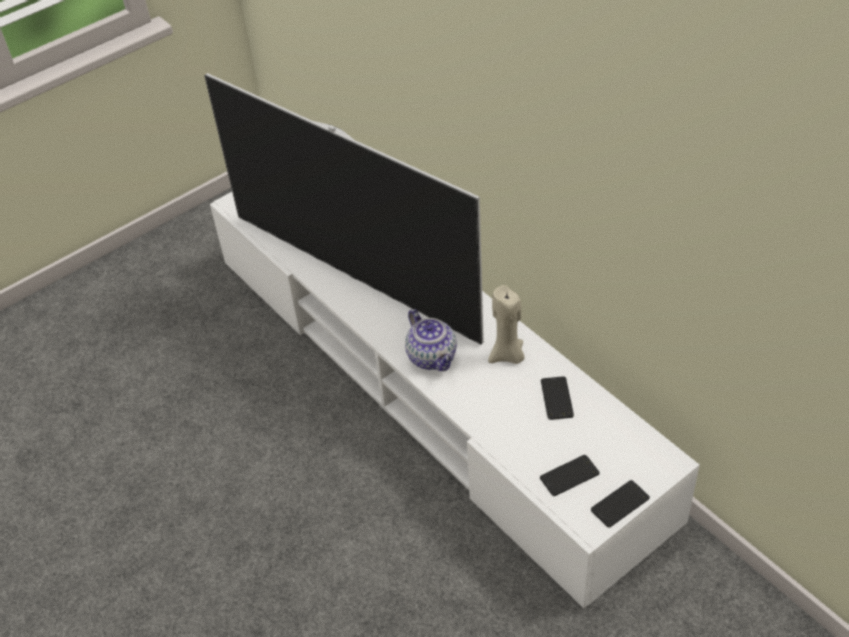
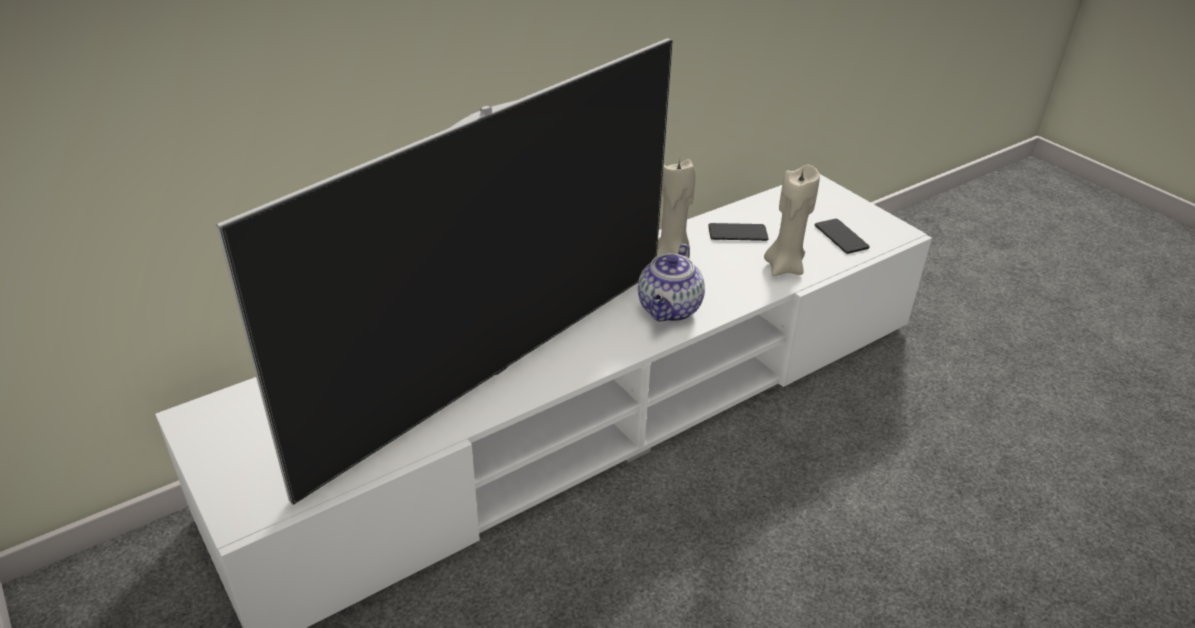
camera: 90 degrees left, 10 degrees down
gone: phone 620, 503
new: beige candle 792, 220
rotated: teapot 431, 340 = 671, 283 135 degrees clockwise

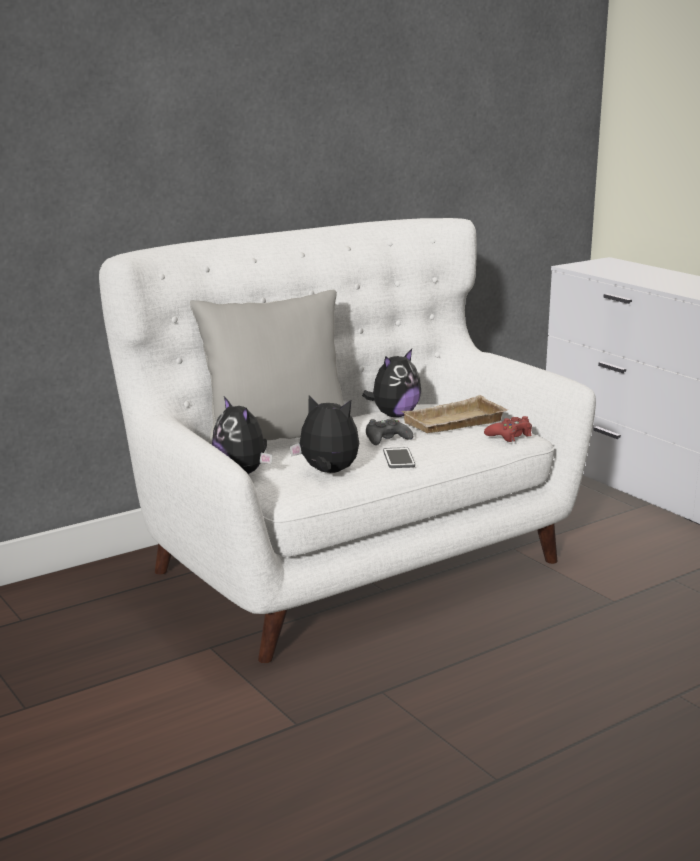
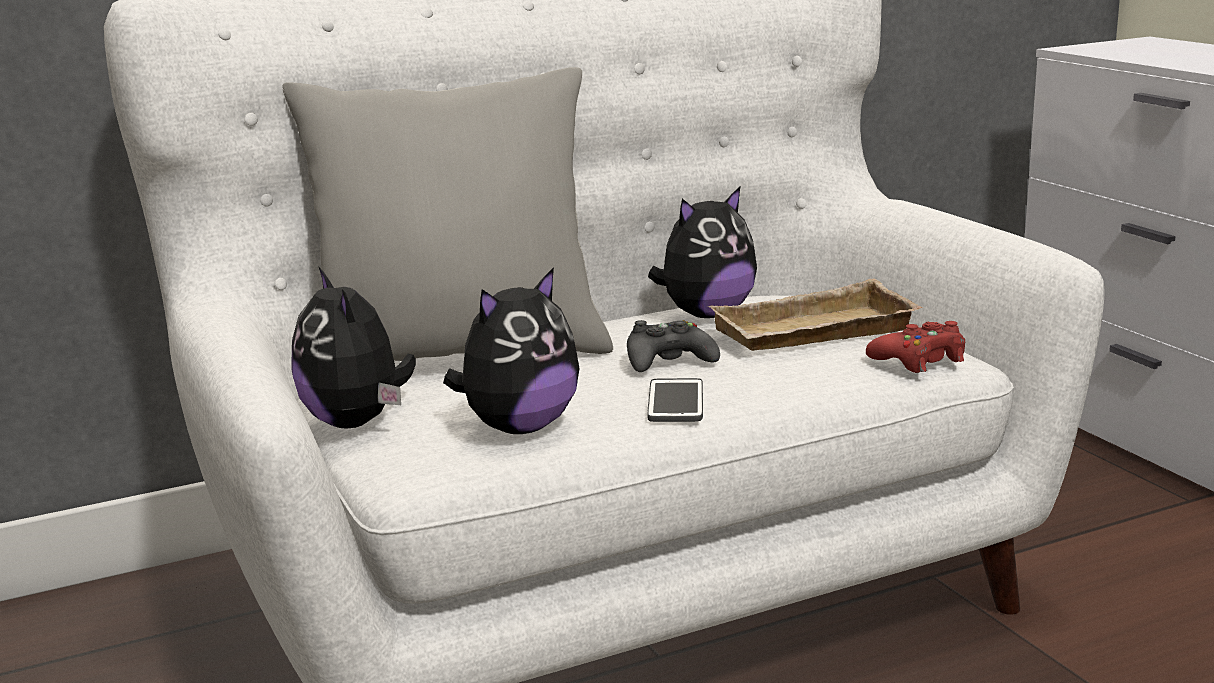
camera: 10 degrees right, 0 degrees up
rotated: plush toy 324, 434 = 511, 350 105 degrees clockwise

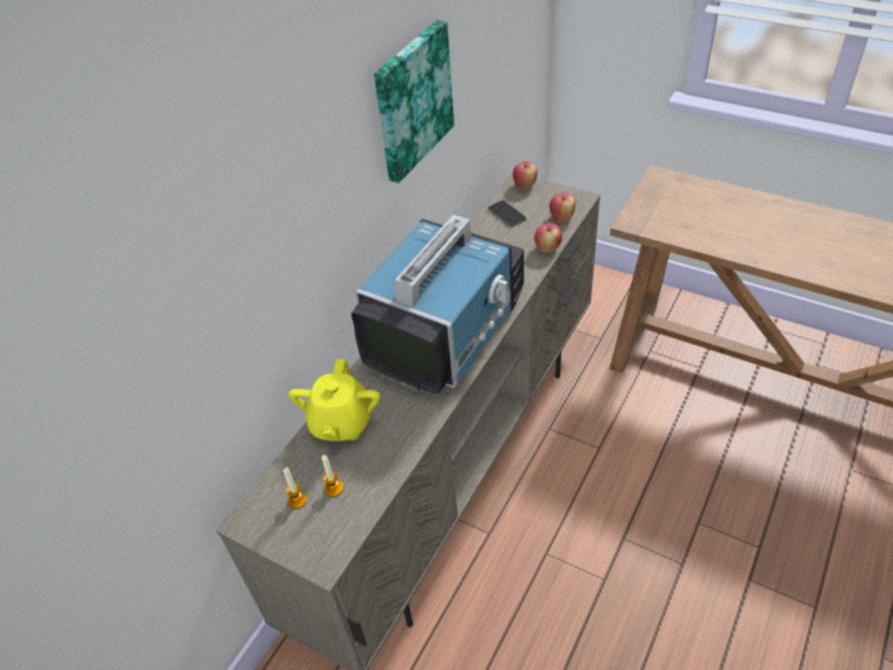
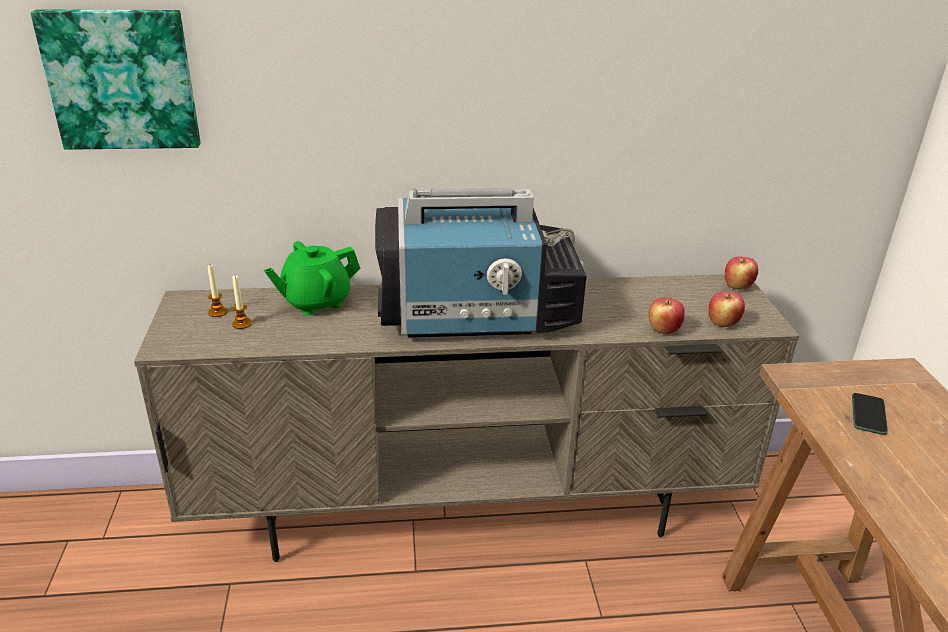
camera: 50 degrees right, 15 degrees down
shifted: picture 414, 101 to 115, 79; phone 507, 213 to 870, 414
repainted: yellow teapot 334, 400 to green teapot 312, 278

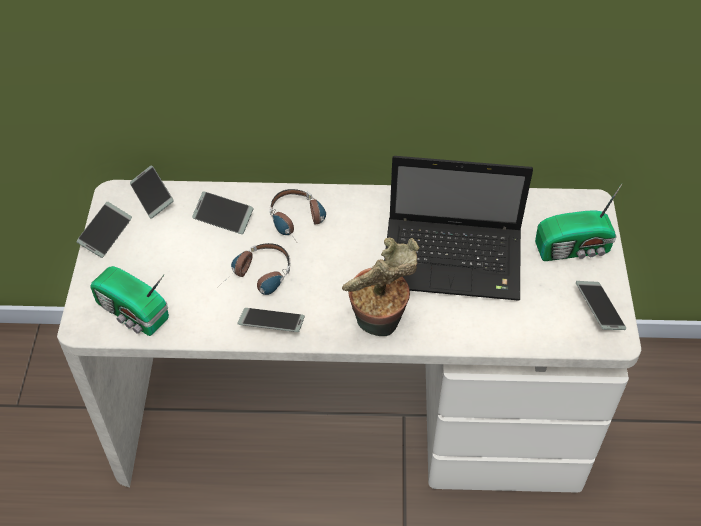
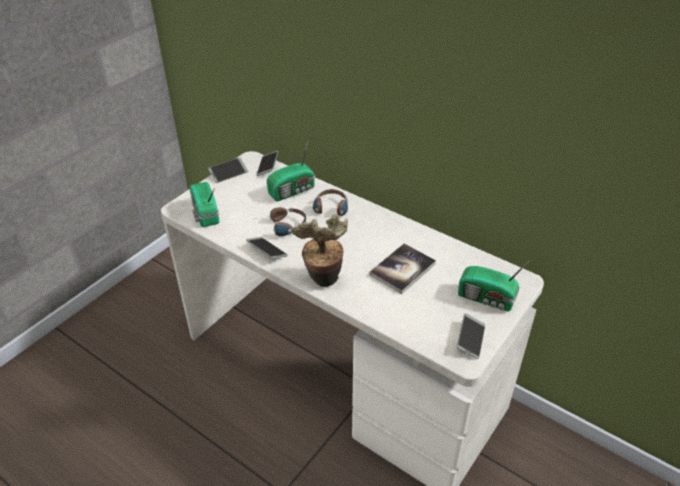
camera: 35 degrees right, 10 degrees down
swapped: phone 223, 213 to radio 291, 171; laptop 458, 228 to book 402, 268

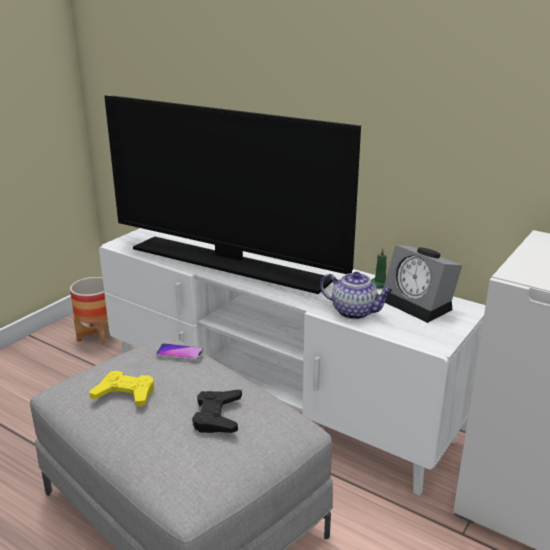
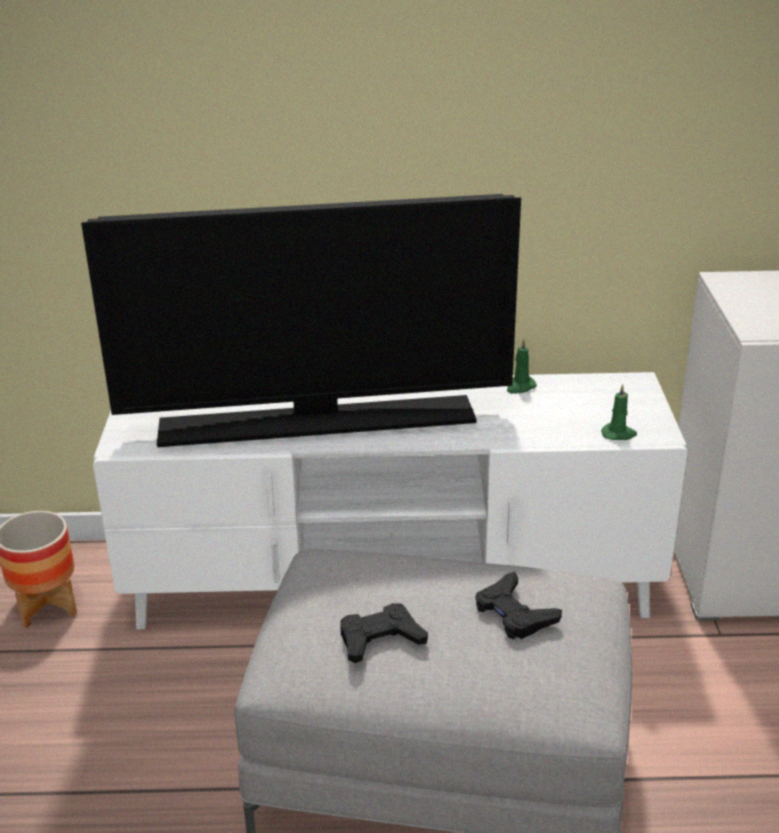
camera: 35 degrees left, 5 degrees up
gone: phone 180, 352; teapot 356, 295; alarm clock 422, 284
new: green candle 619, 412
repainted: yellow game controller 121, 389 to black game controller 384, 633

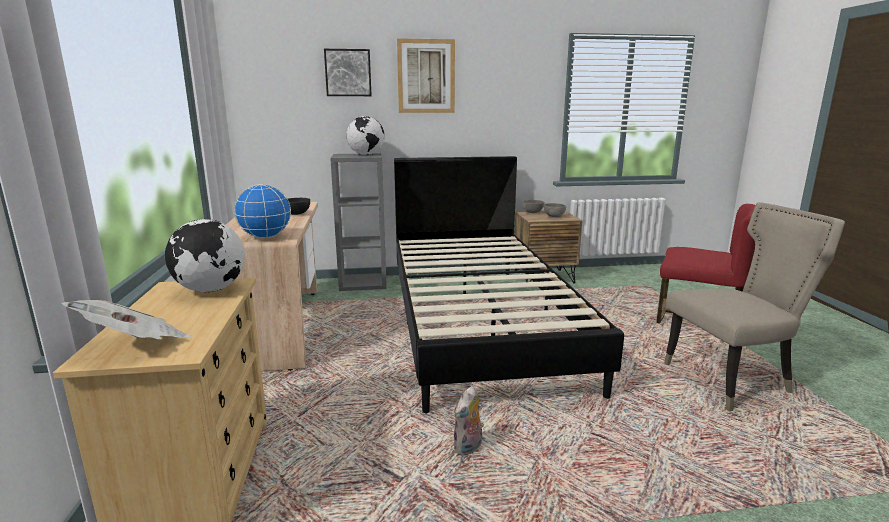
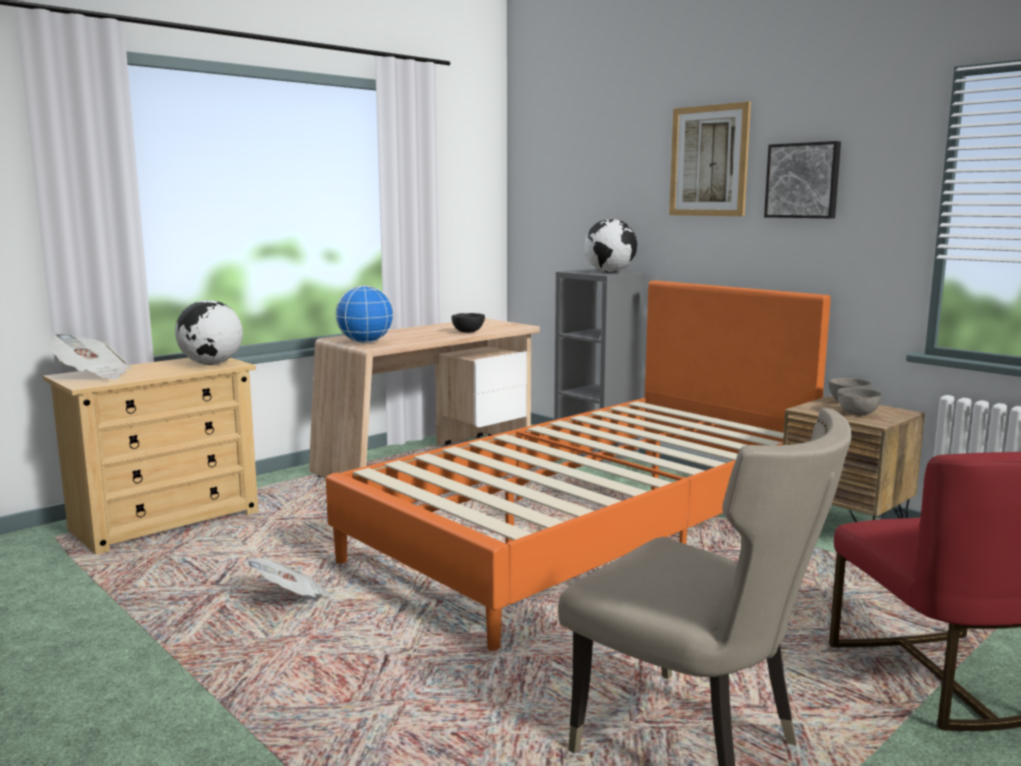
camera: 55 degrees right, 5 degrees down
shifted: picture 348, 72 to 802, 179
swapped: plush toy 469, 421 to newspaper 289, 577
repainted: black bed 509, 284 to orange bed 578, 465

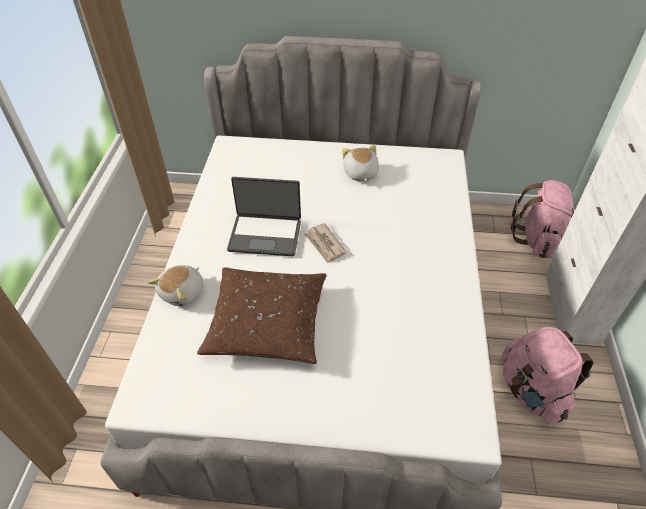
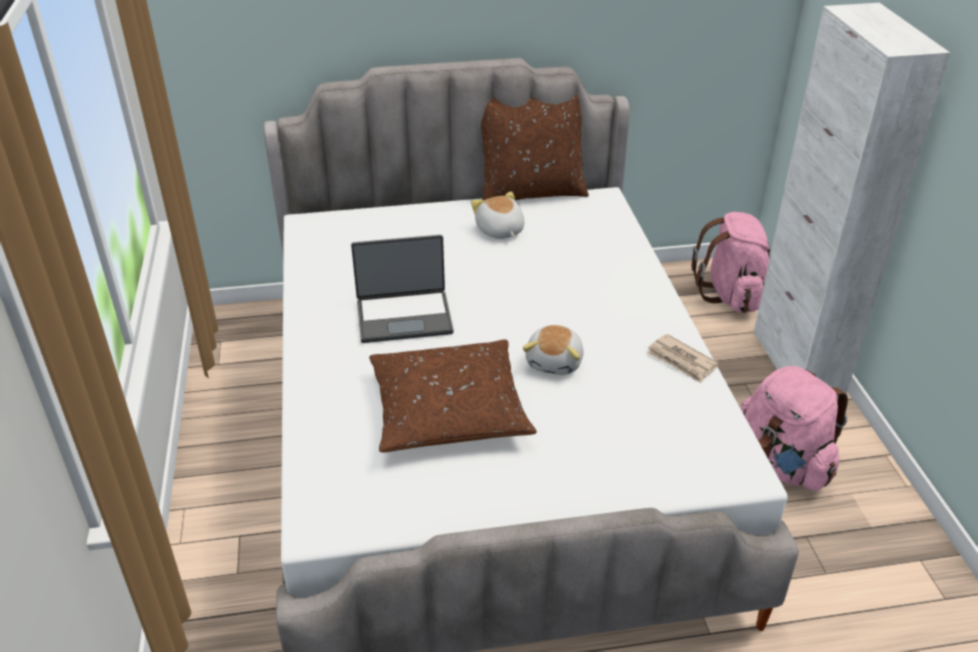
camera: 15 degrees left, 10 degrees down
new: brown pillow 535, 143
shifted: plush toy 175, 286 to 553, 350; newspaper 325, 243 to 683, 358

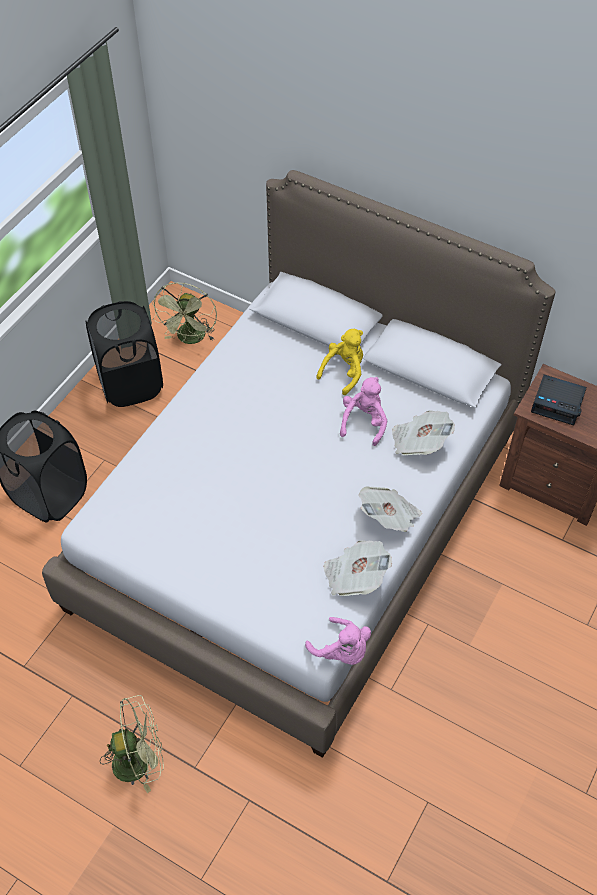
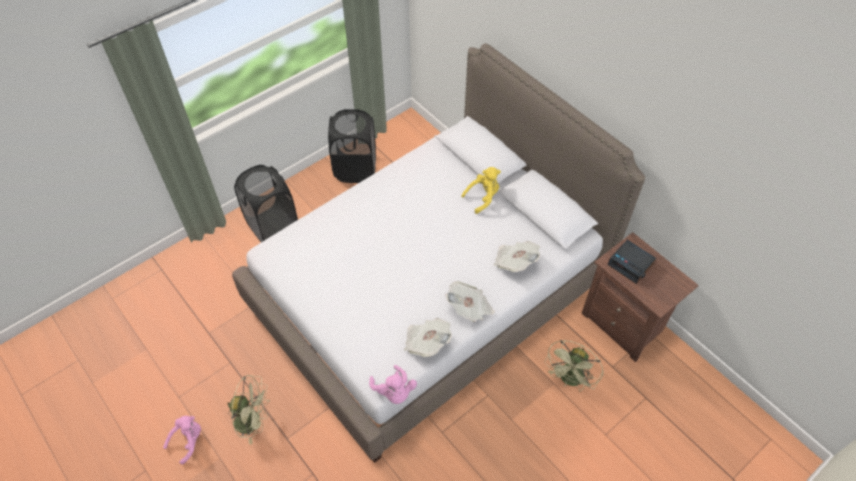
camera: 20 degrees right, 0 degrees up
shifted: green fan 184, 313 to 574, 366; pink plush toy 363, 411 to 182, 440

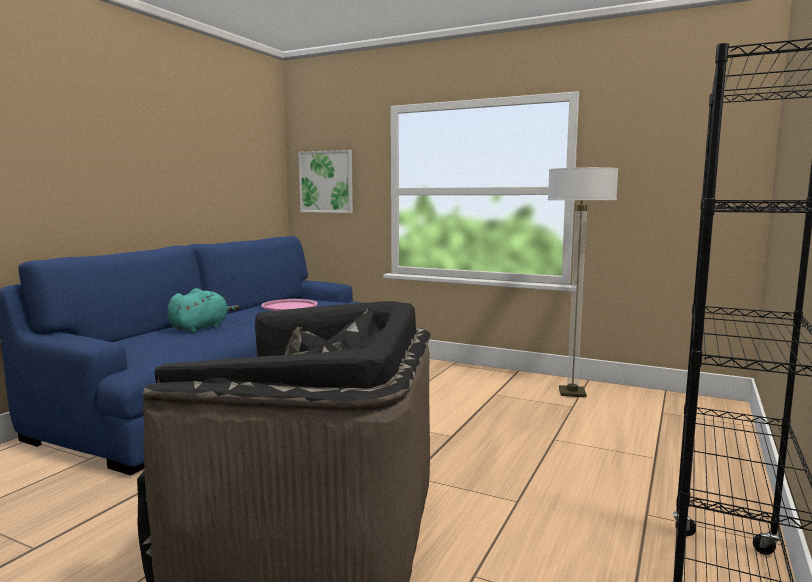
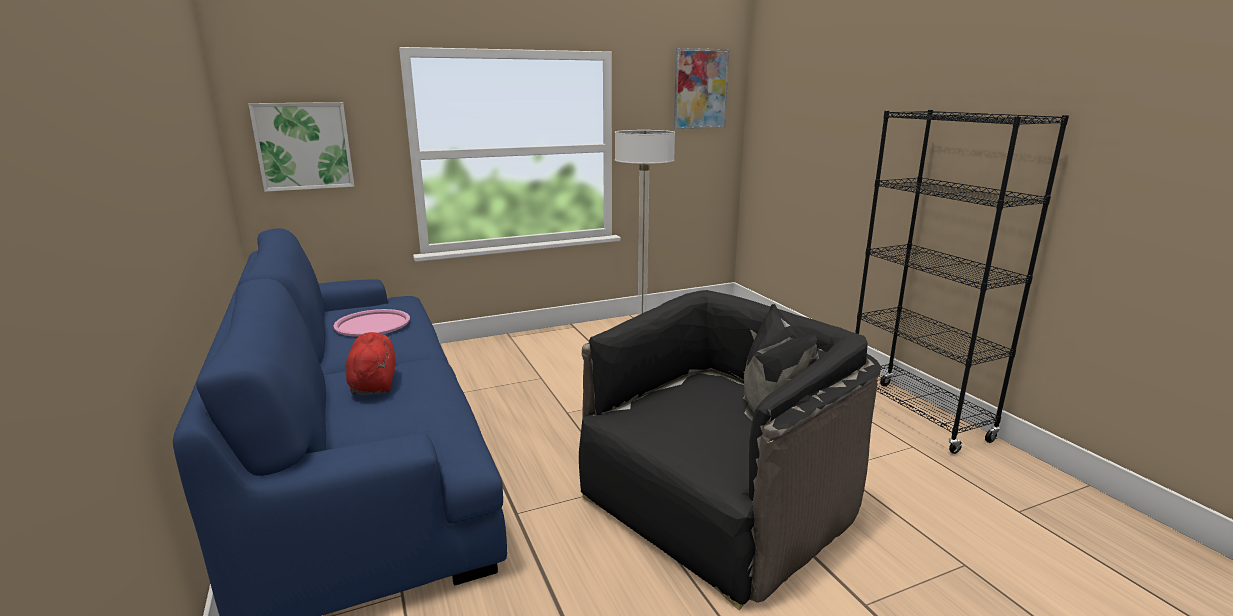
camera: 50 degrees left, 10 degrees up
new: picture 701, 88
repainted: turquoise plush toy 203, 310 to red plush toy 370, 363

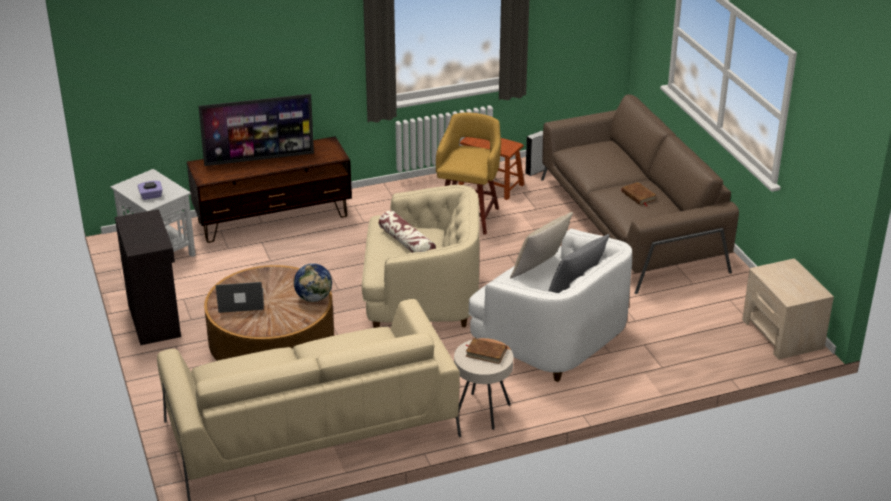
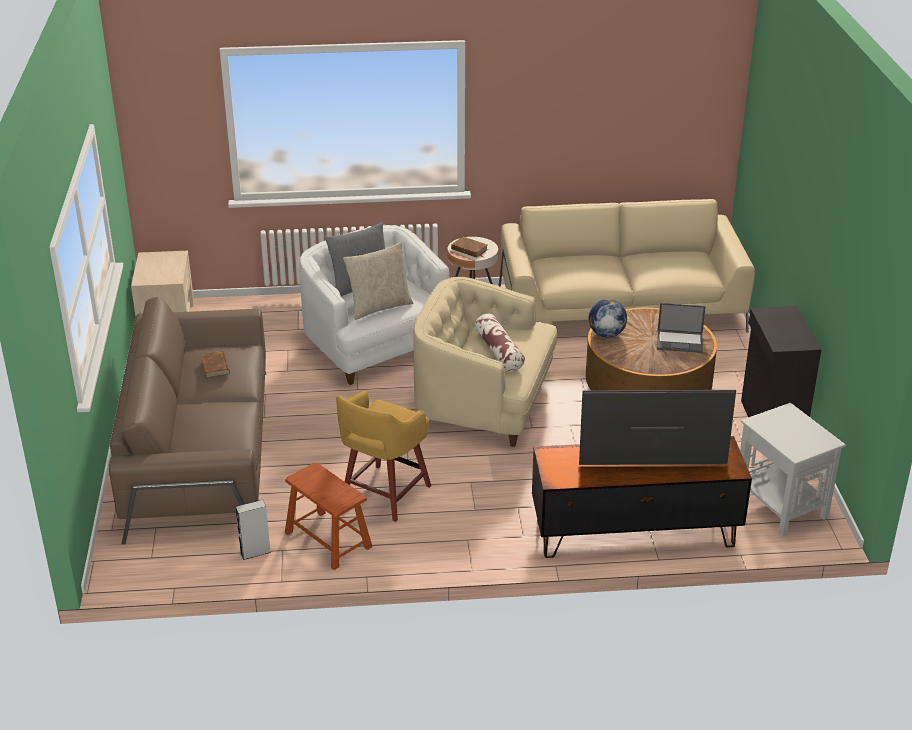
camera: 165 degrees left, 0 degrees up
gone: purple tissue box 150, 190

